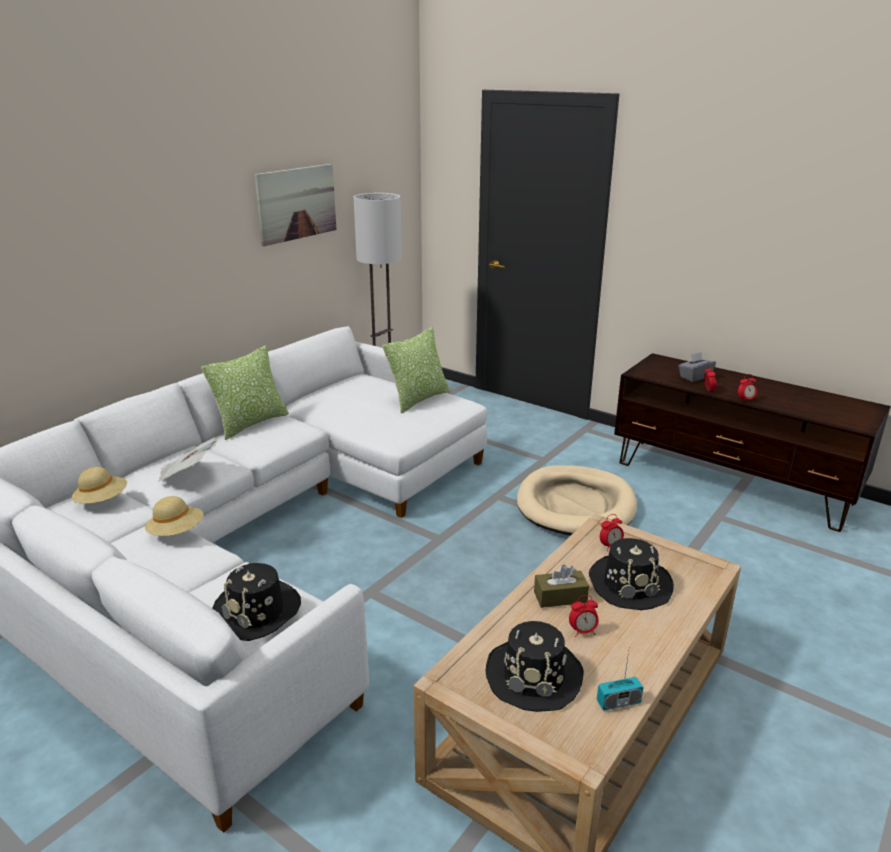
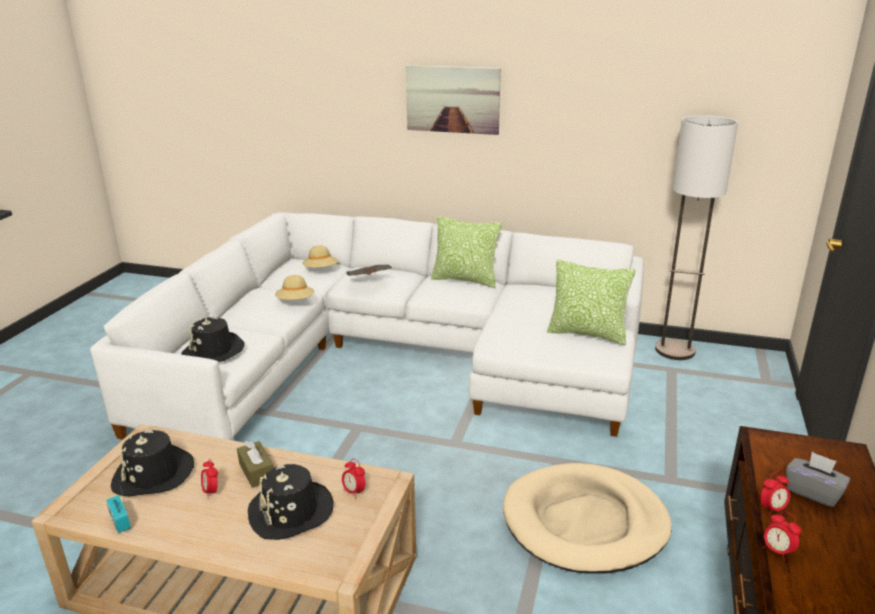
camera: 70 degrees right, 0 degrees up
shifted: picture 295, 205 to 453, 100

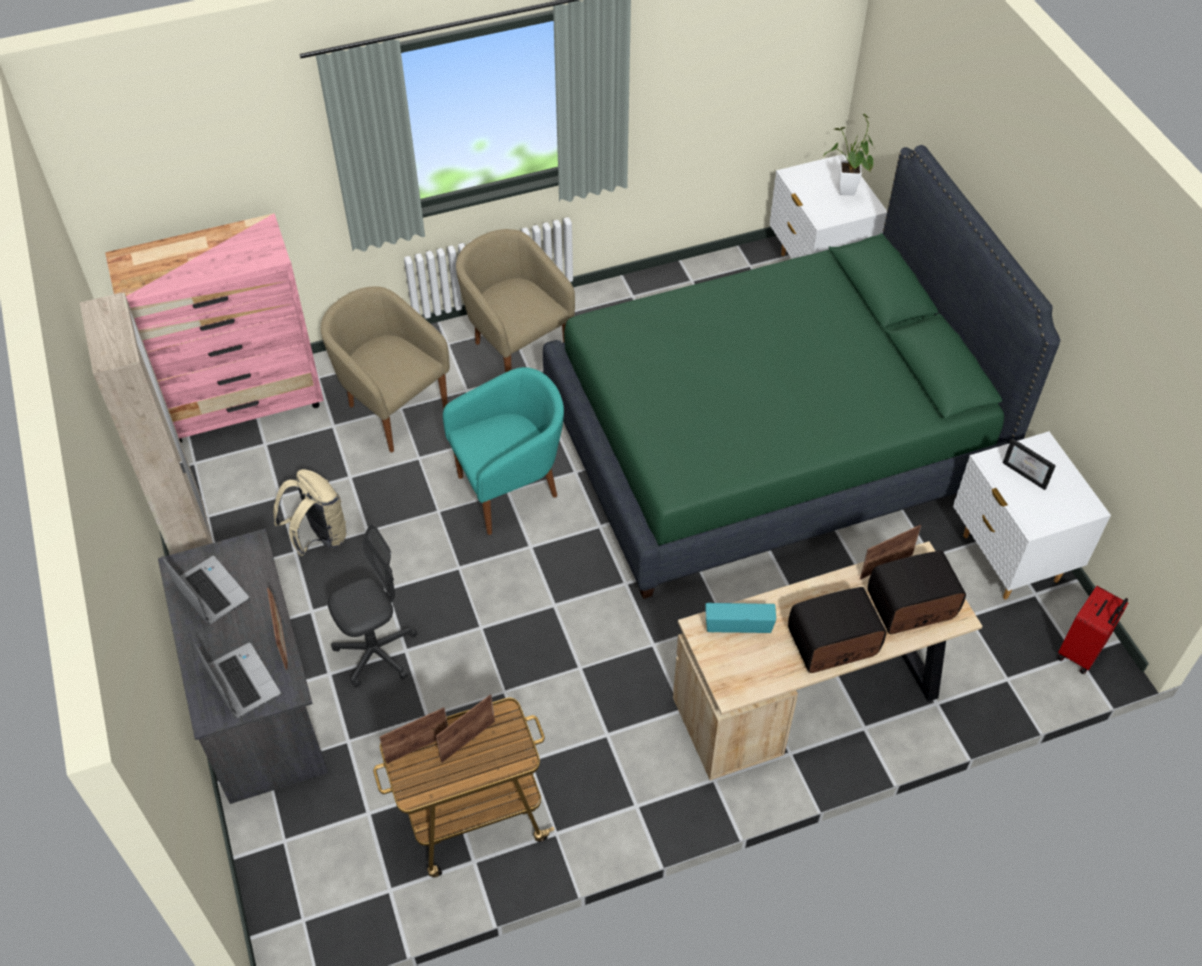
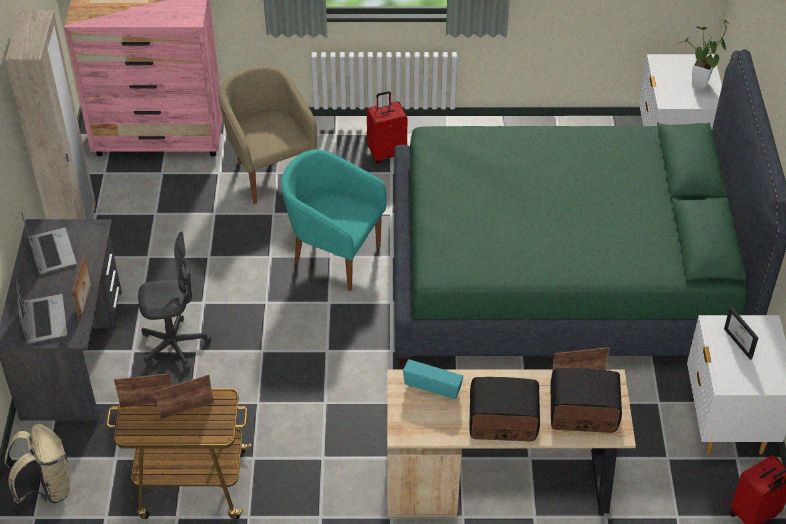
camera: 20 degrees right, 5 degrees down
shifted: beige backpack 309, 512 to 38, 464
swapped: beige armchair 515, 300 to red suitcase 387, 127
rotated: turquoise armchair 503, 451 = 333, 220 150 degrees counterclockwise

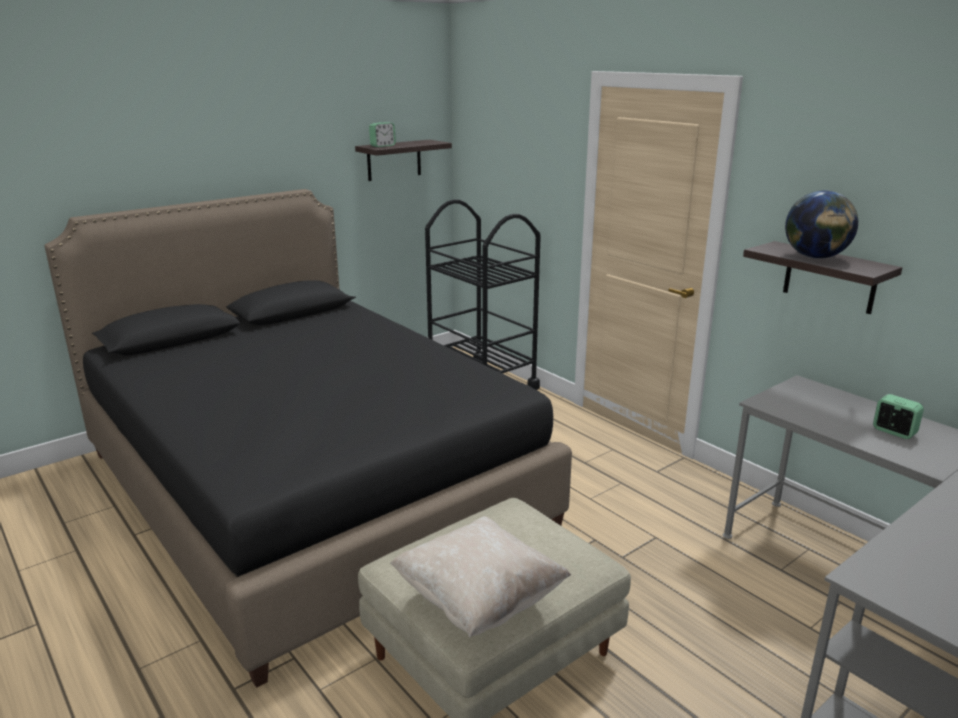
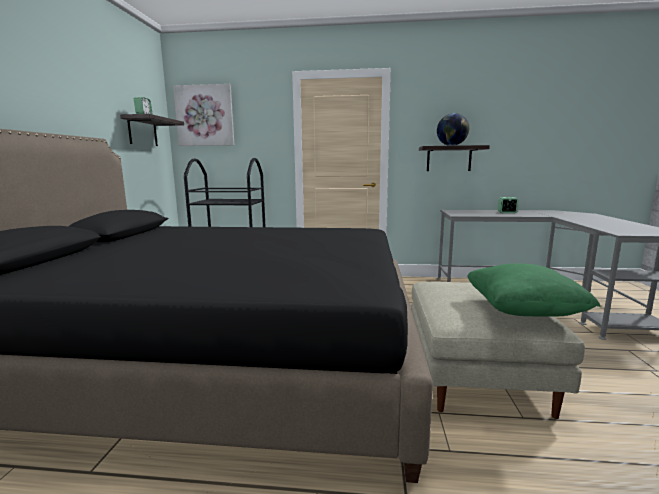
camera: 45 degrees left, 10 degrees down
new: picture 203, 115
repainted: beige pillow 480, 577 to green pillow 534, 290

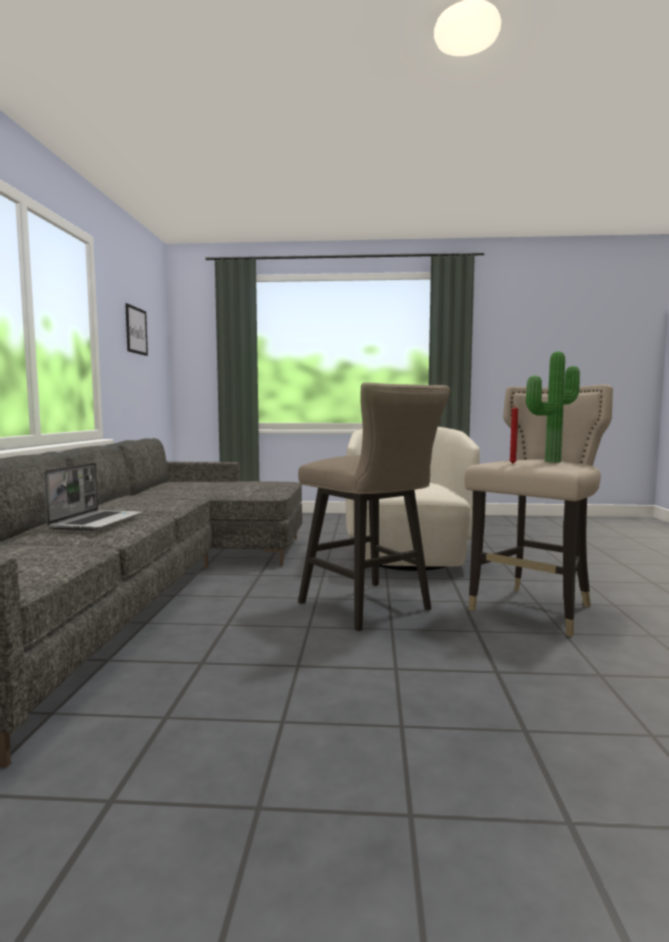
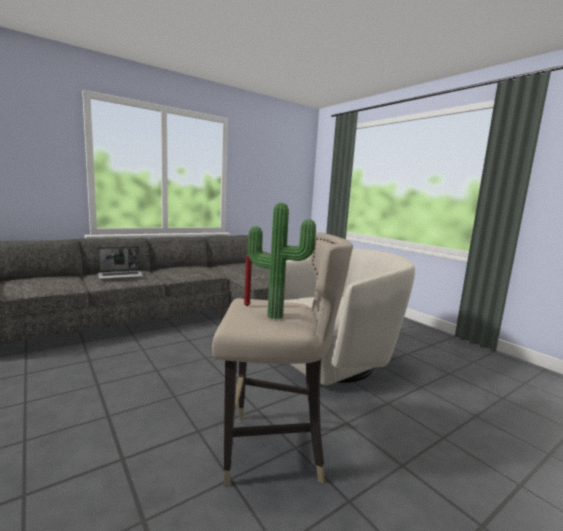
camera: 50 degrees right, 5 degrees up
gone: picture 136, 329; beige stool 374, 506

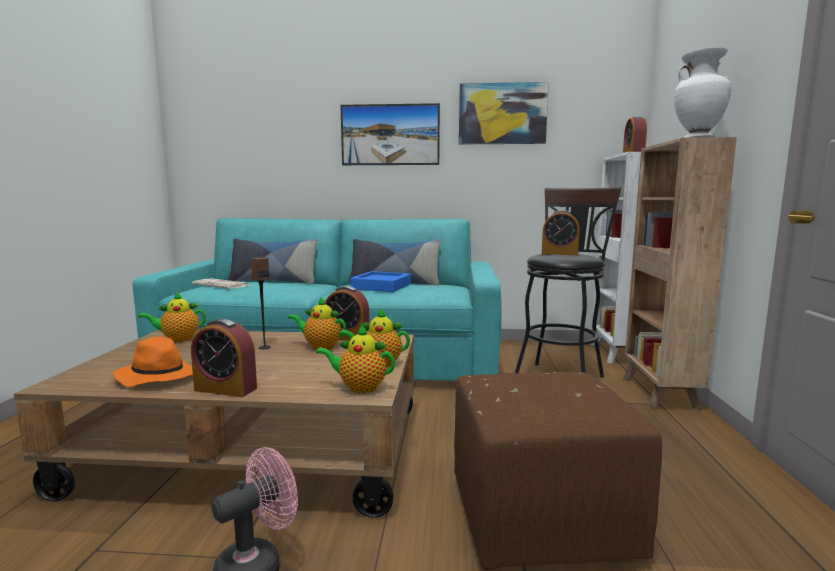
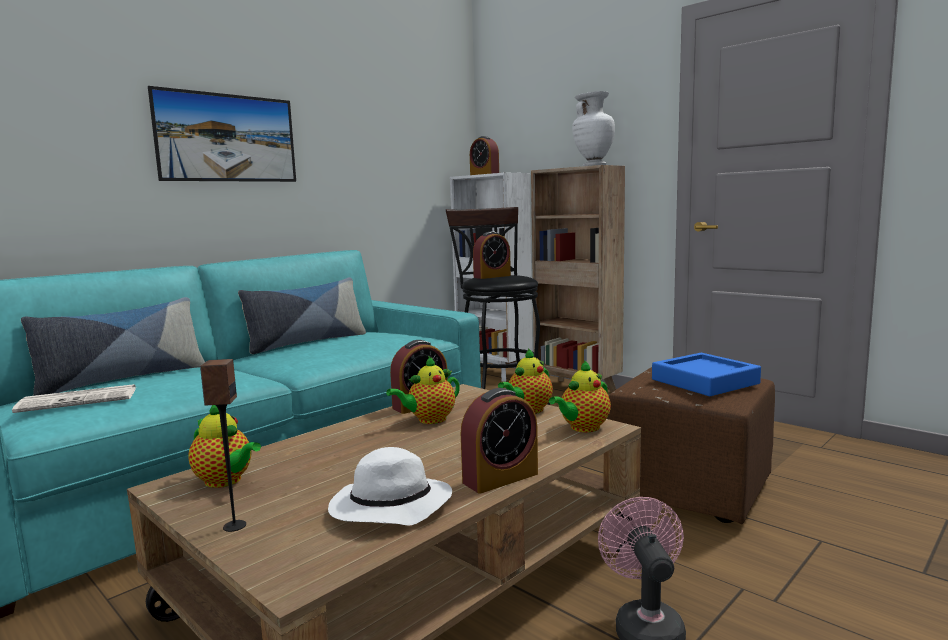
camera: 50 degrees left, 0 degrees up
gone: picture 504, 113
shifted: speaker 261, 303 to 223, 445; blue tray 380, 281 to 706, 374
repainted: orange hat 153, 361 to white hat 390, 486
rotated: teapot 172, 316 = 224, 446 75 degrees counterclockwise

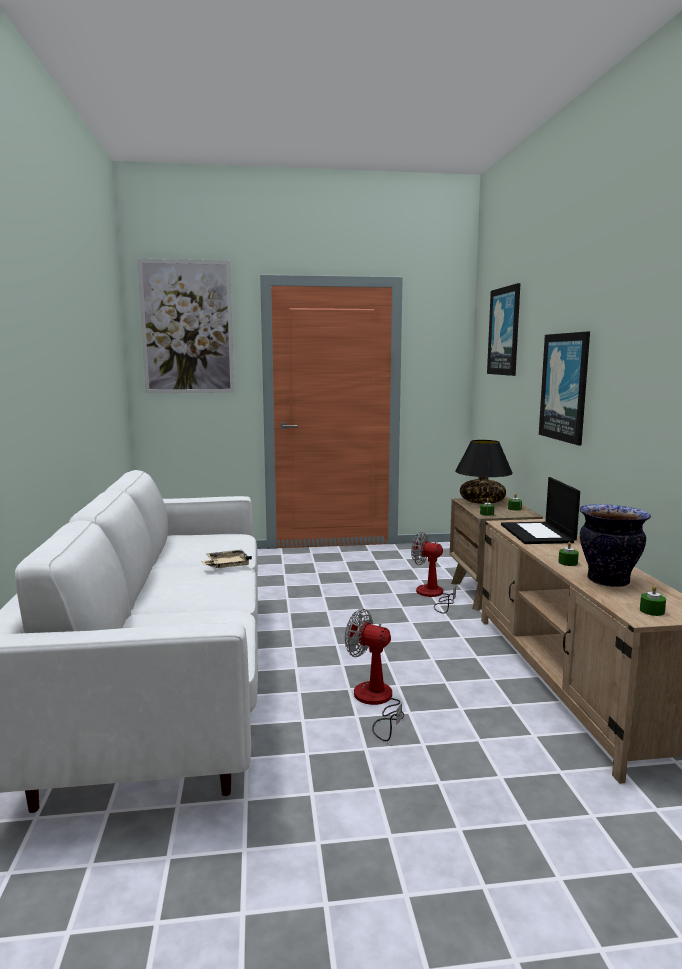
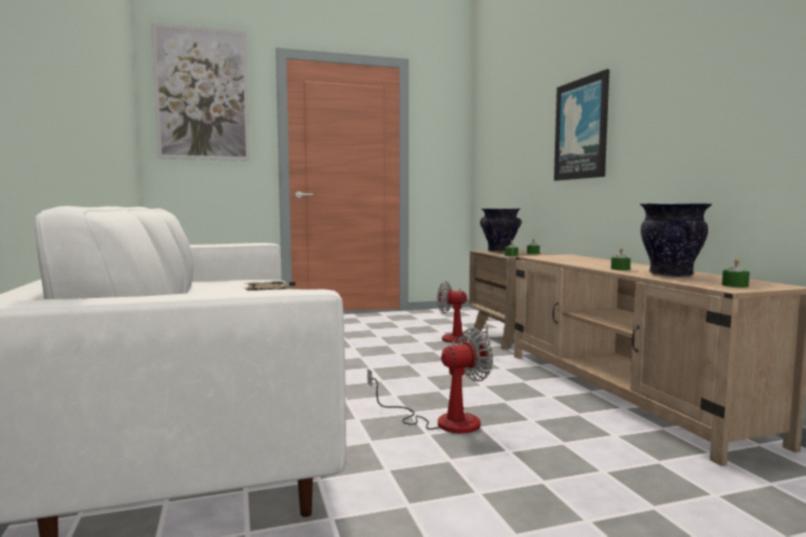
camera: 10 degrees left, 5 degrees down
gone: picture 504, 329; laptop 540, 510
swapped: black table lamp 484, 472 to vase 500, 230
rotated: fan 374, 675 = 430, 380 135 degrees clockwise

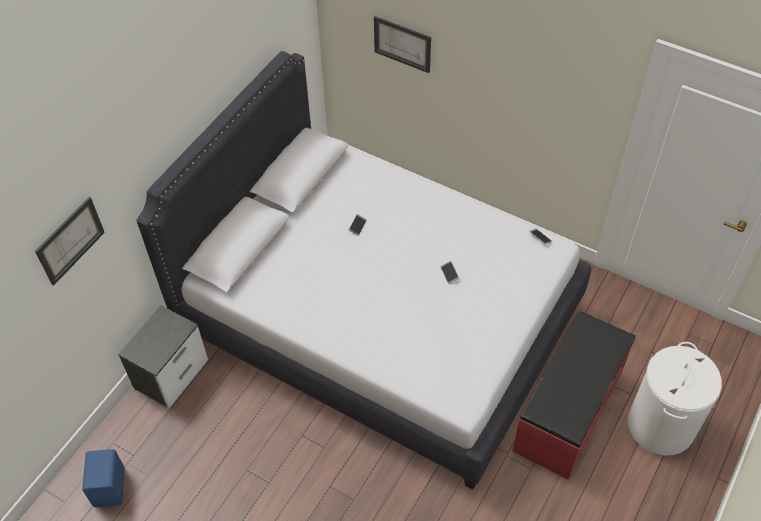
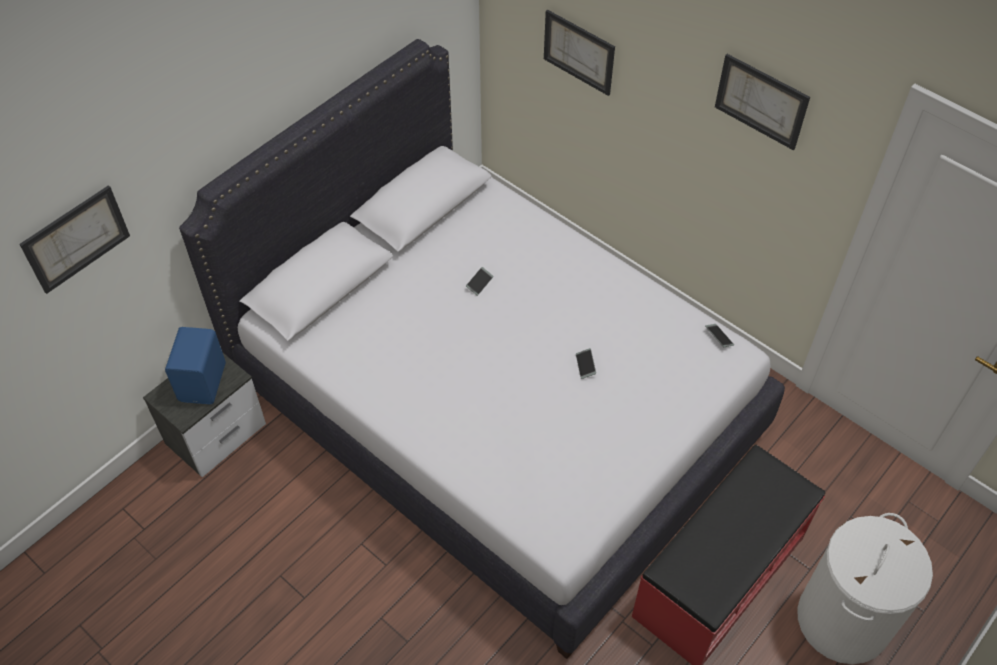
camera: 10 degrees right, 0 degrees up
new: picture 762, 102
shifted: blue speaker 103, 478 to 195, 365

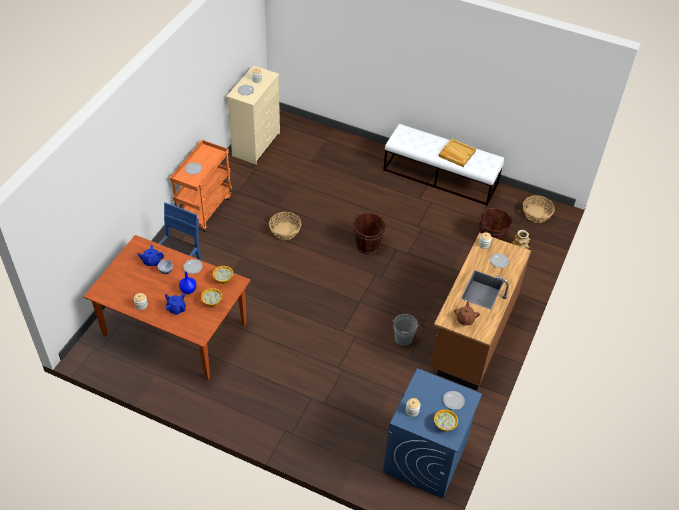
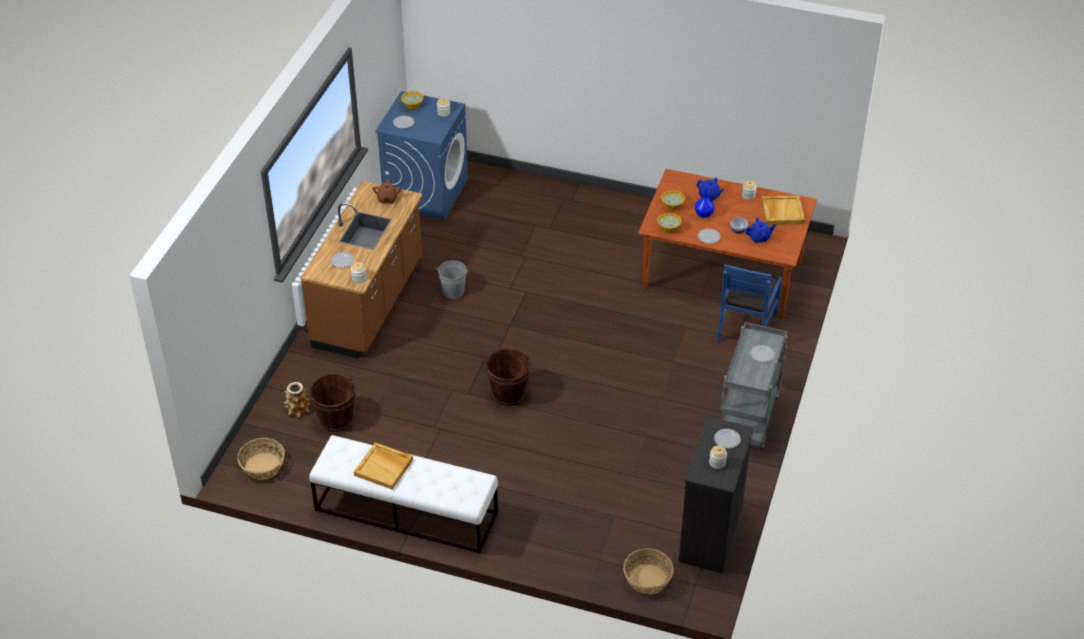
camera: 175 degrees right, 5 degrees down
new: beige tray 783, 210
shifted: basket 285, 226 to 648, 571
repainted: orange cart 201, 186 to grey cart 754, 385; beige dresser 253, 115 to black dresser 716, 494

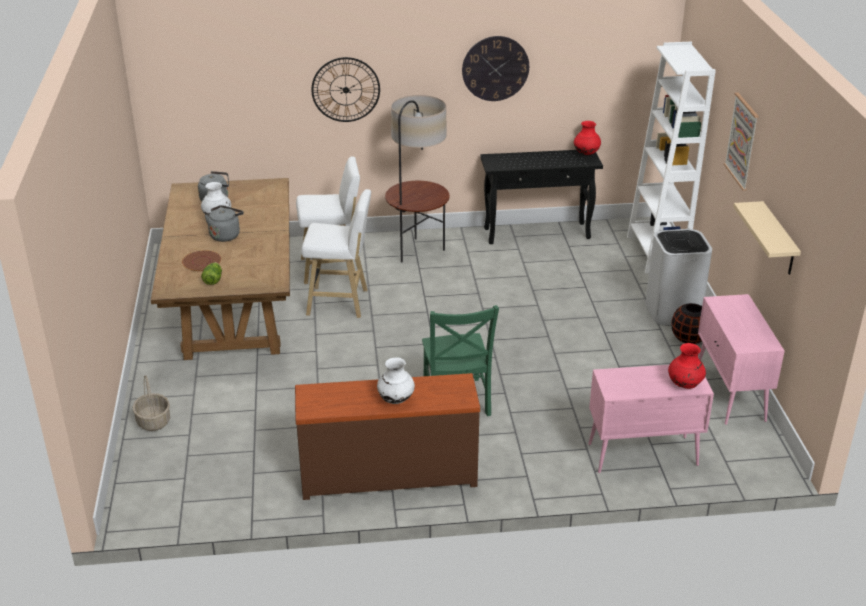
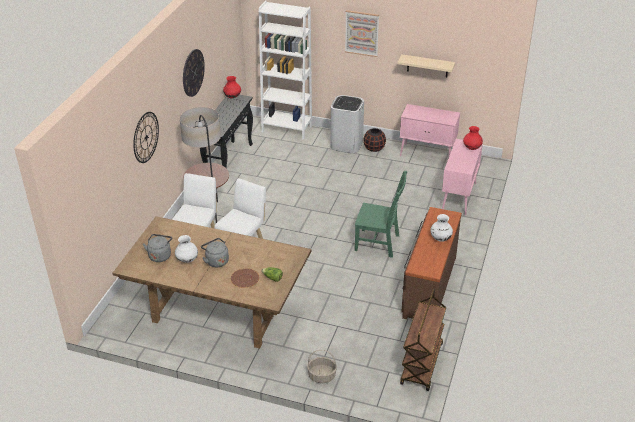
camera: 65 degrees left, 5 degrees up
new: brown cart 423, 340

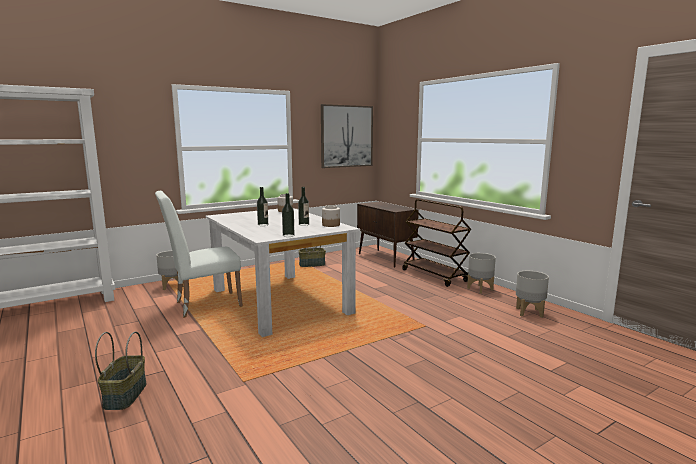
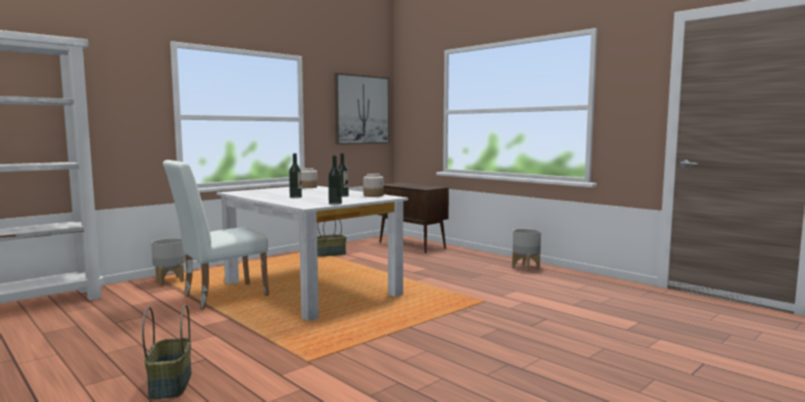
camera: 10 degrees left, 5 degrees down
gone: brown cart 436, 243; grey planter 532, 294

